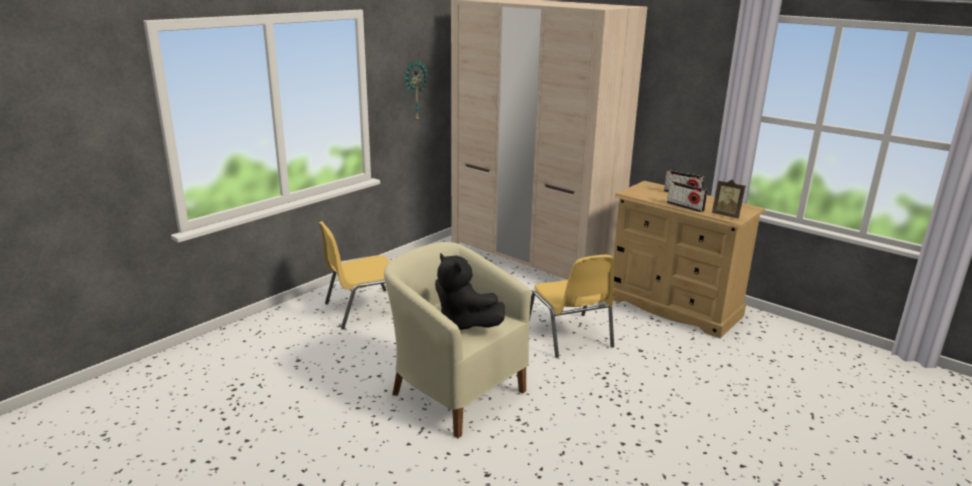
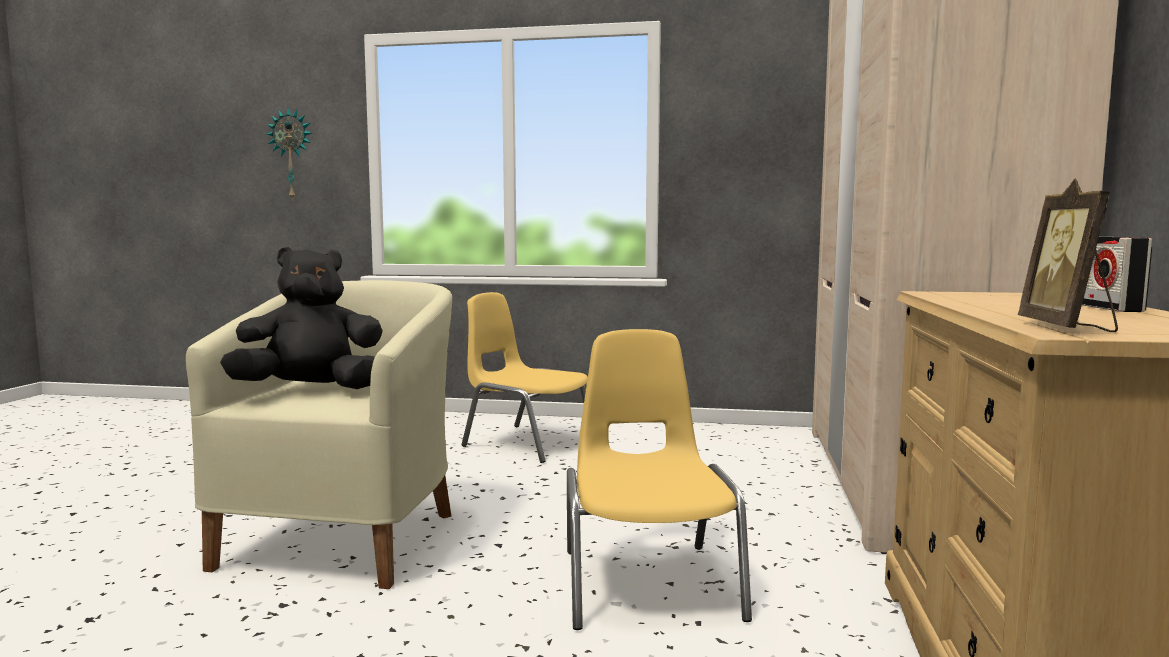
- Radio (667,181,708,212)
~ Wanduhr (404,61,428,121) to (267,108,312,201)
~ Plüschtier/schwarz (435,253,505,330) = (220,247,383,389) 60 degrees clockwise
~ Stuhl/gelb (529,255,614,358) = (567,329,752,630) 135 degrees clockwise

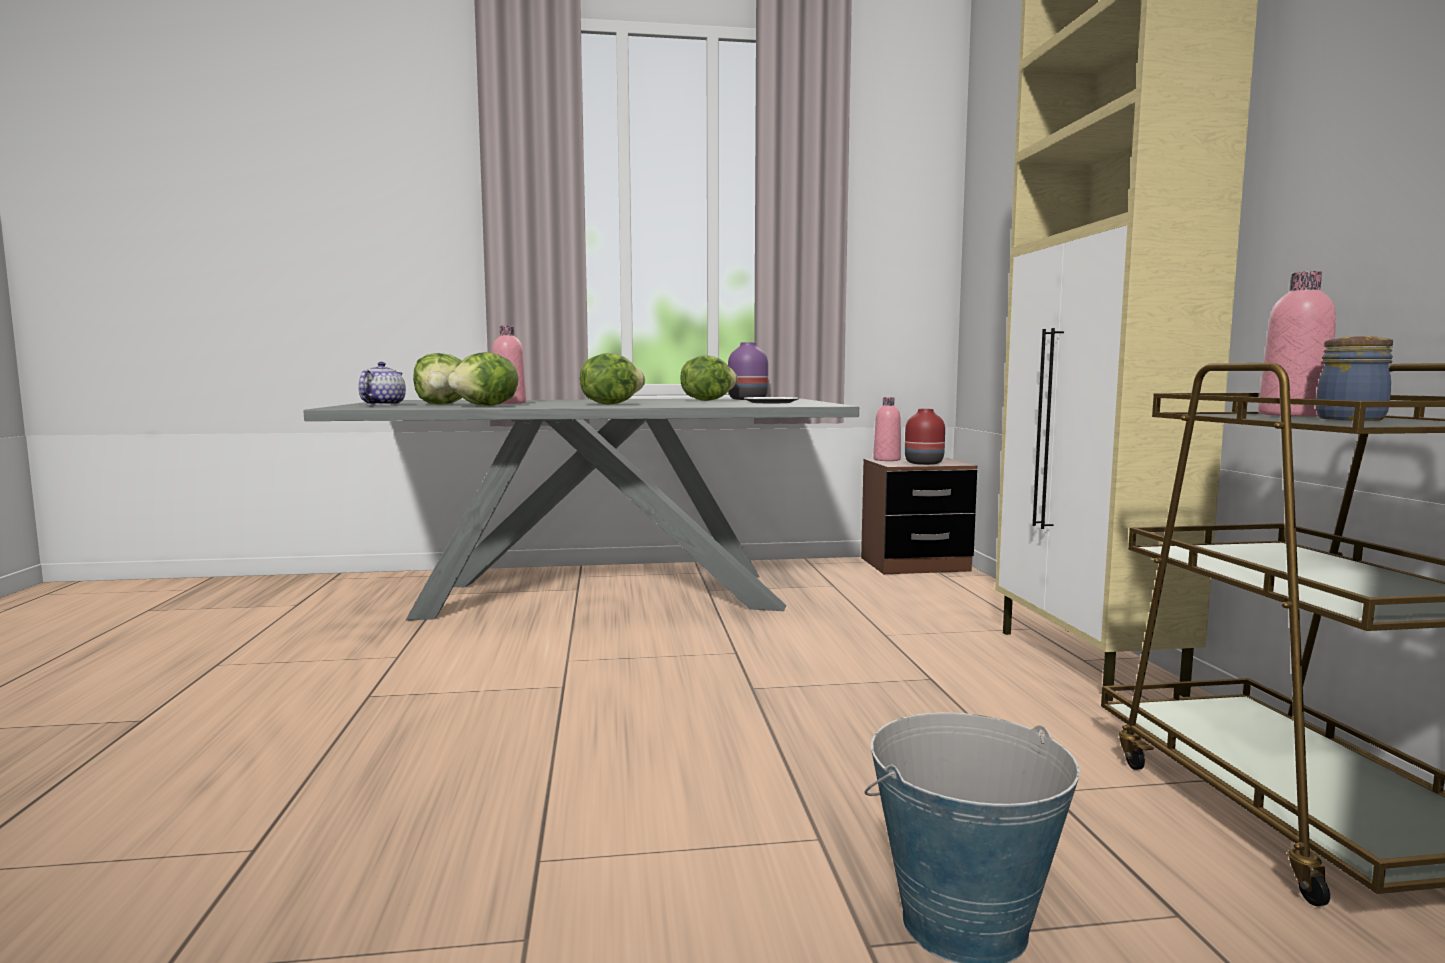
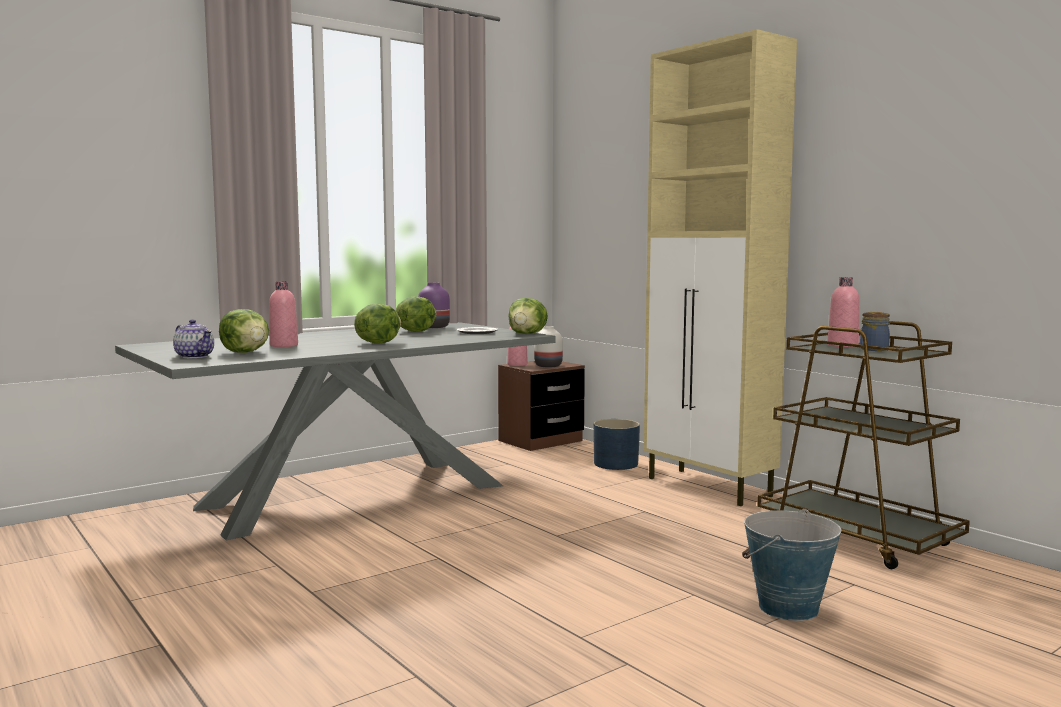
+ Pflanzkübel/blau (594,419,640,470)
~ Salatkopf (448,352,518,406) to (508,298,548,334)
~ Vase/rot (905,409,945,465) to Vase/weiß (534,326,563,367)
~ Teekanne (358,362,406,406) = (173,319,214,358) 150 degrees clockwise

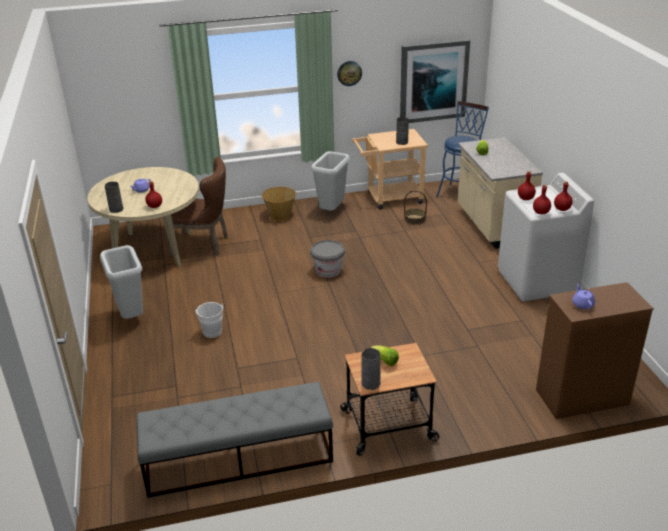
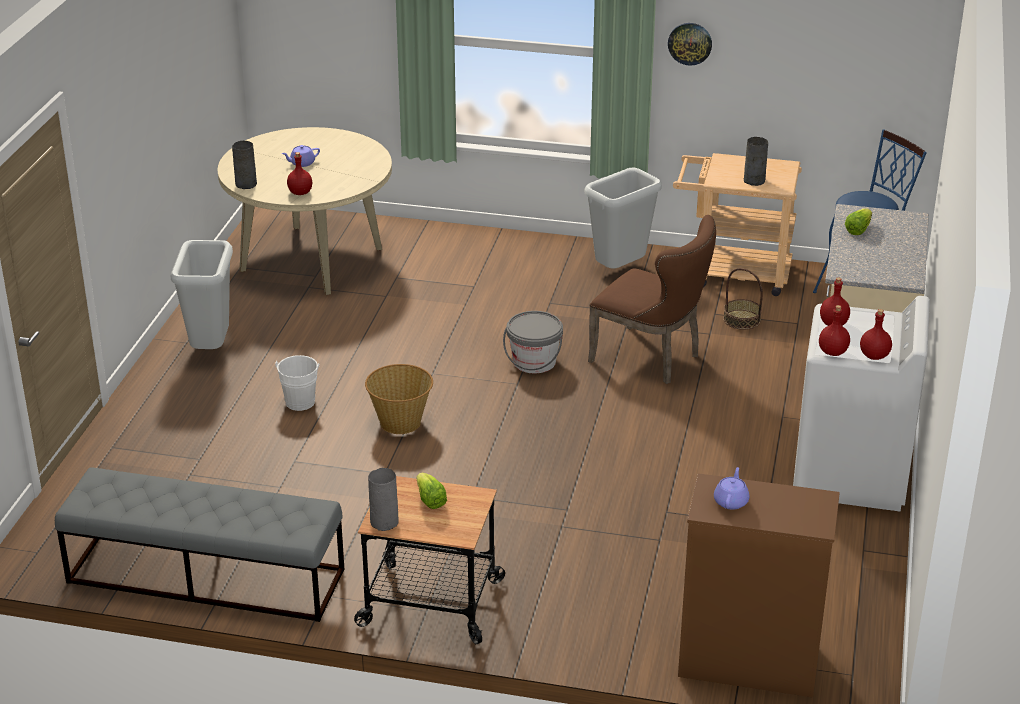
- Bild (400,39,470,123)
~ Stuhl/braun (164,157,227,256) to (588,215,716,384)
~ Korb (262,187,296,221) to (365,364,433,434)

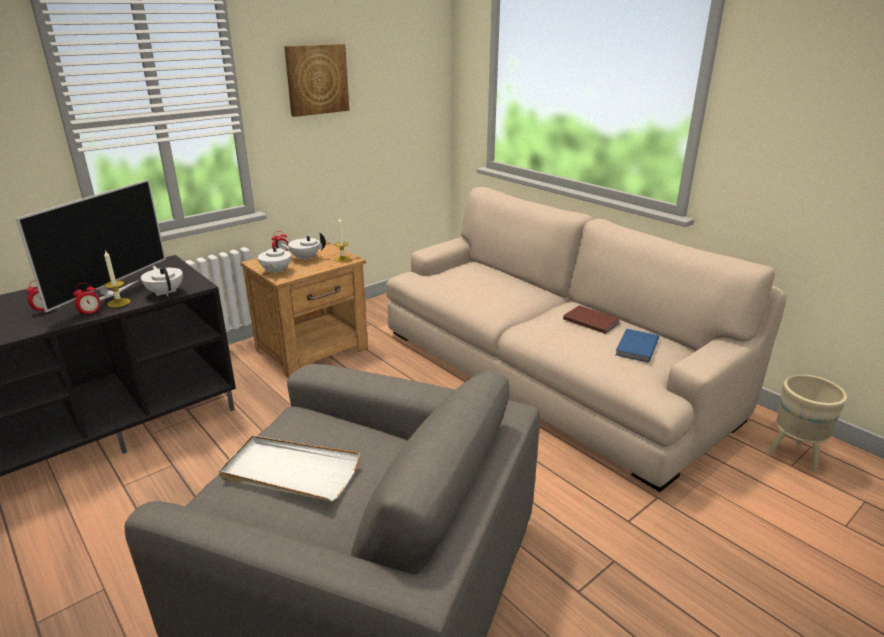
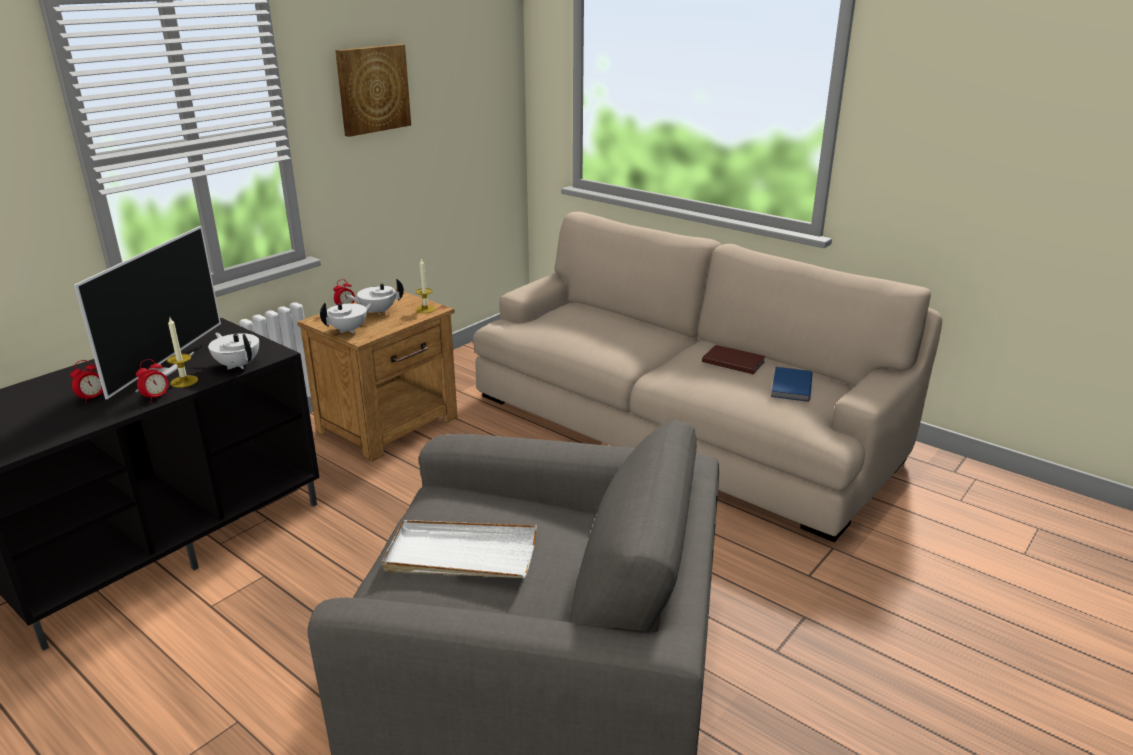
- Pflanzkübel/beige (767,374,847,472)
~ Teekanne/weiß (258,239,291,275) = (320,303,373,334) 120 degrees counterclockwise

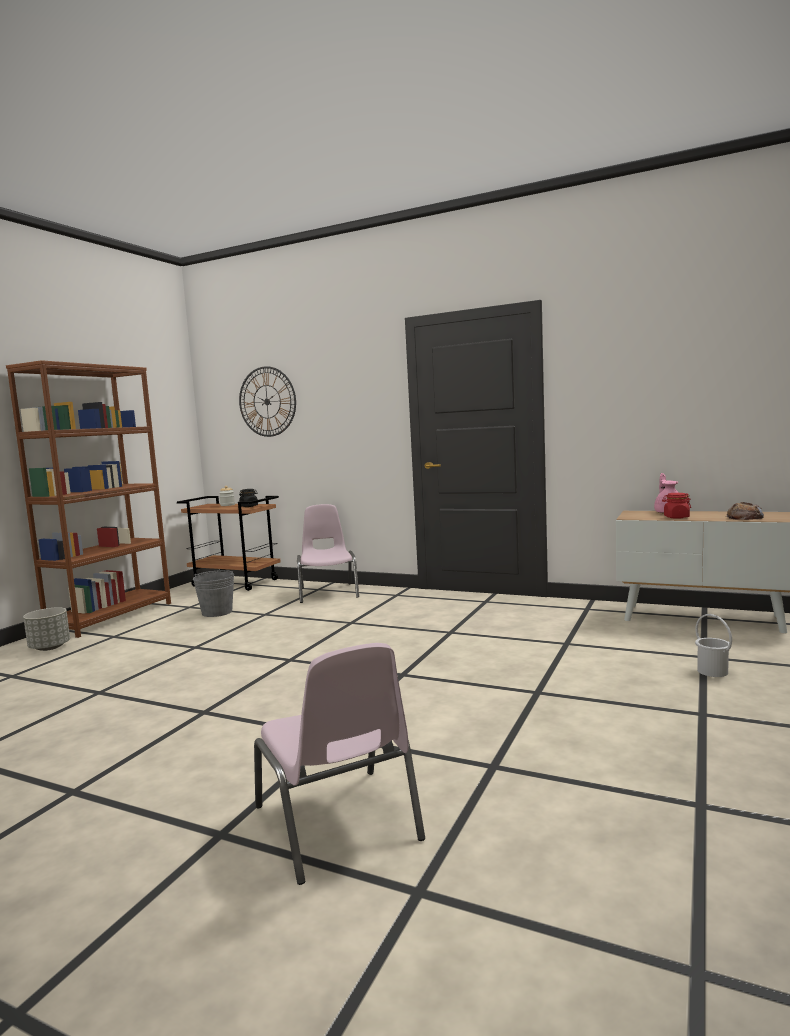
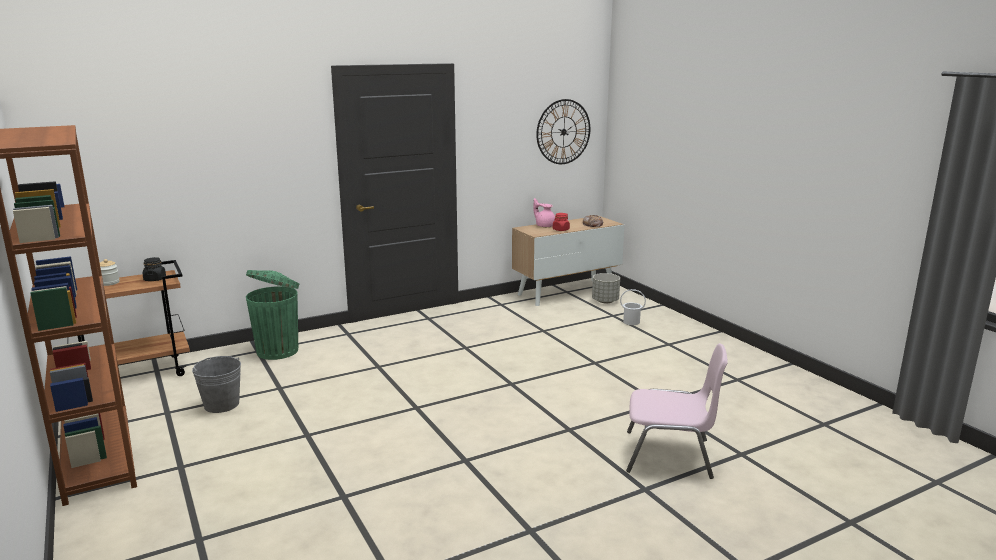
~ Pflanzkübel/grau (23,607,70,651) to (592,273,620,304)
~ Wanduhr (239,366,296,437) to (536,99,590,164)
~ Stuhl/rosa (297,504,359,603) to Mülleimer/grün (246,270,299,360)

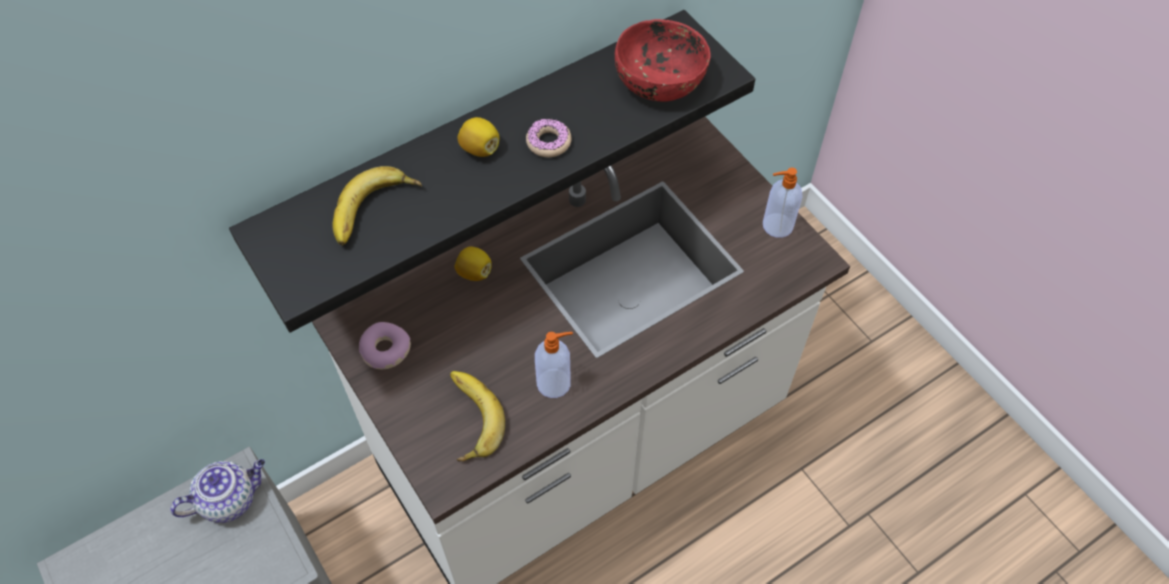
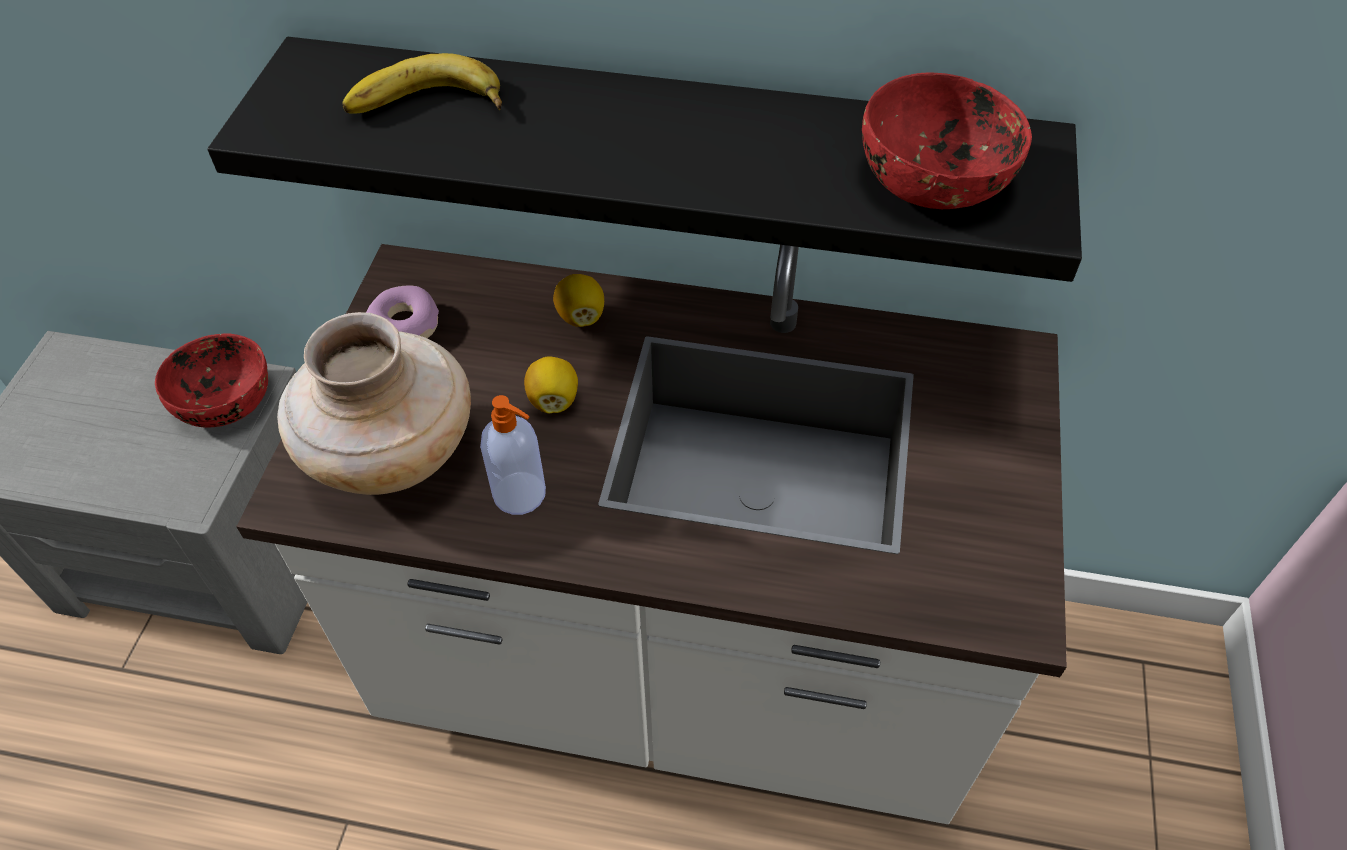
- Donut (526,118,571,157)
- Seifenspender (763,168,802,238)
~ Zitrone (458,117,499,157) to (524,357,578,414)
~ Teekanne (170,459,265,523) to Schüssel/rot (155,333,268,428)
~ Banane (450,371,505,462) to Vase/beige (277,312,471,495)

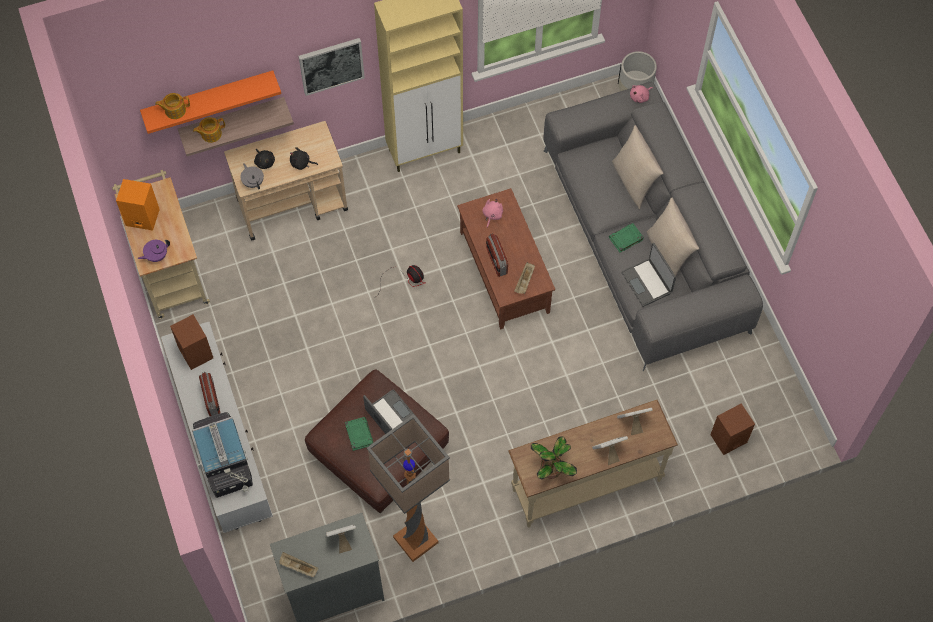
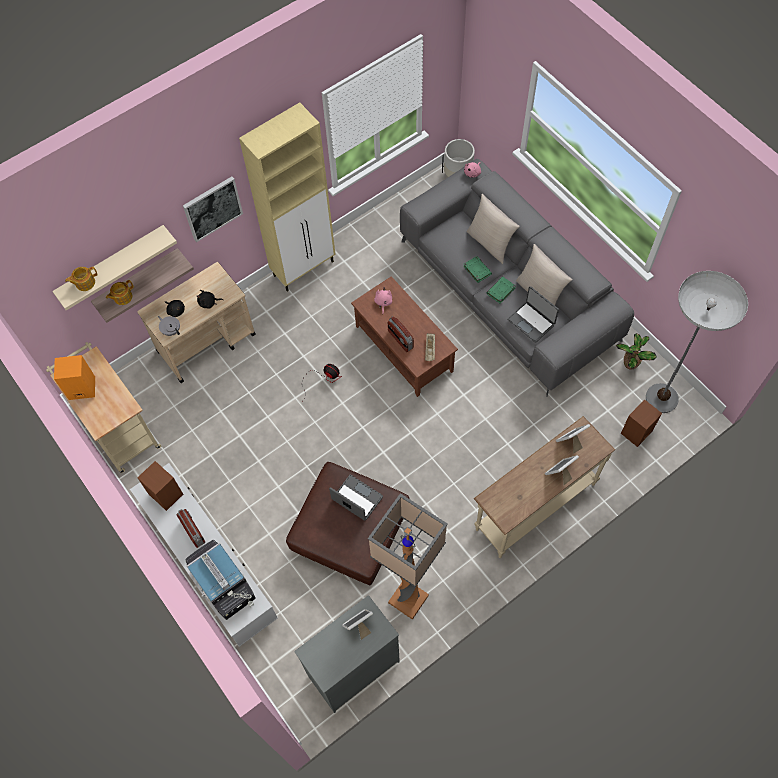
- Teekanne/lila (138,240,170,262)
- Tablett/beige (279,552,319,577)
+ Stehlampe (646,271,748,413)
~ Buch/grün (345,417,373,451) to (463,256,492,283)
~ Topfpflanze (531,436,577,480) to (616,333,657,370)
~ Wandregal/orange (140,71,281,134) to Wandregal/beige (52,225,177,310)

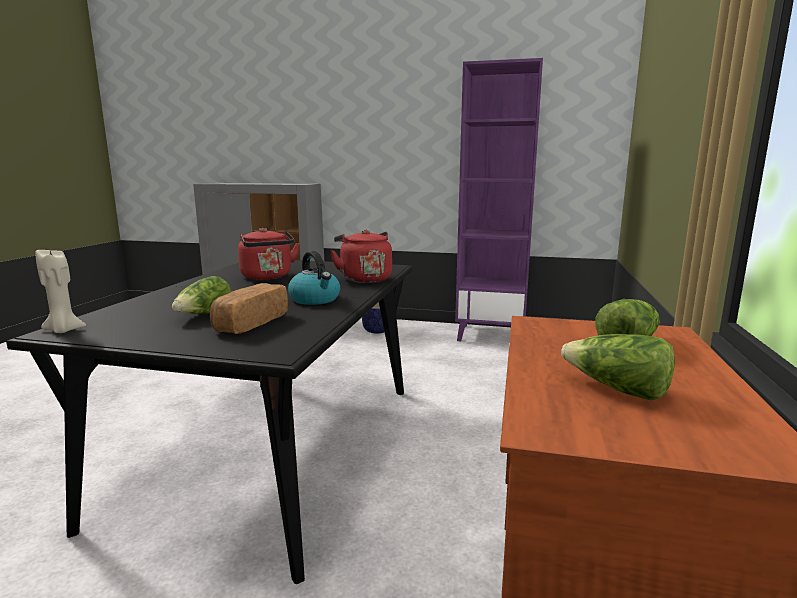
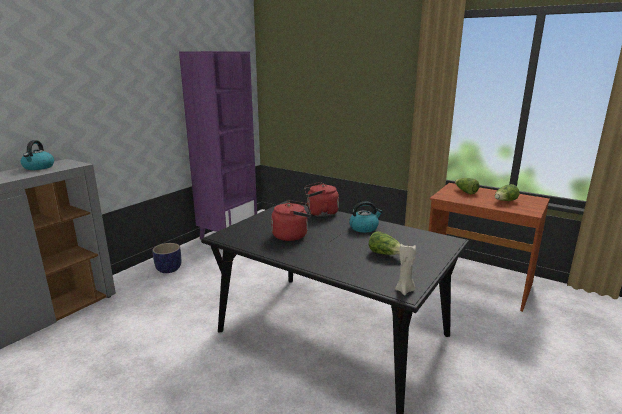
- Brot (210,283,288,334)
+ Wasserkessel (21,140,54,170)

